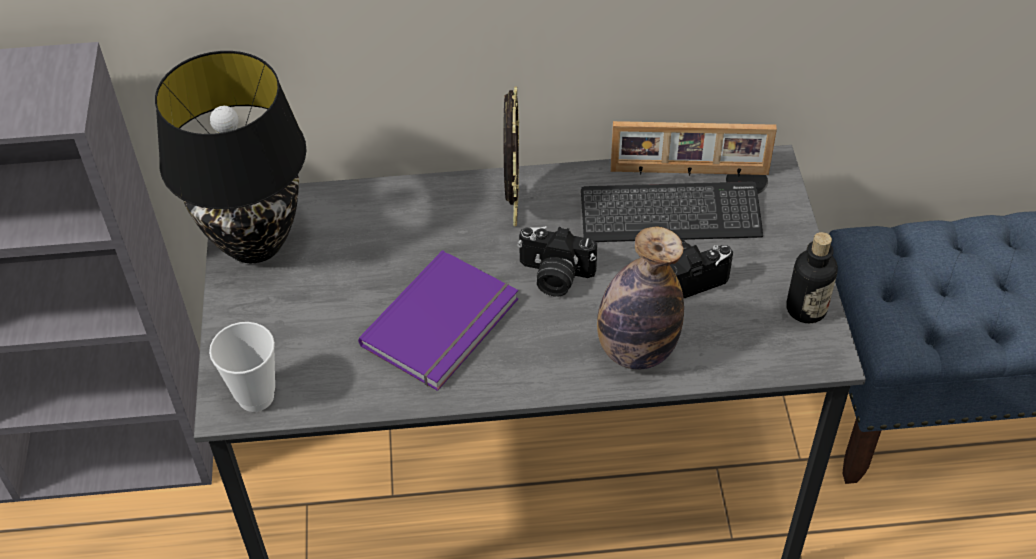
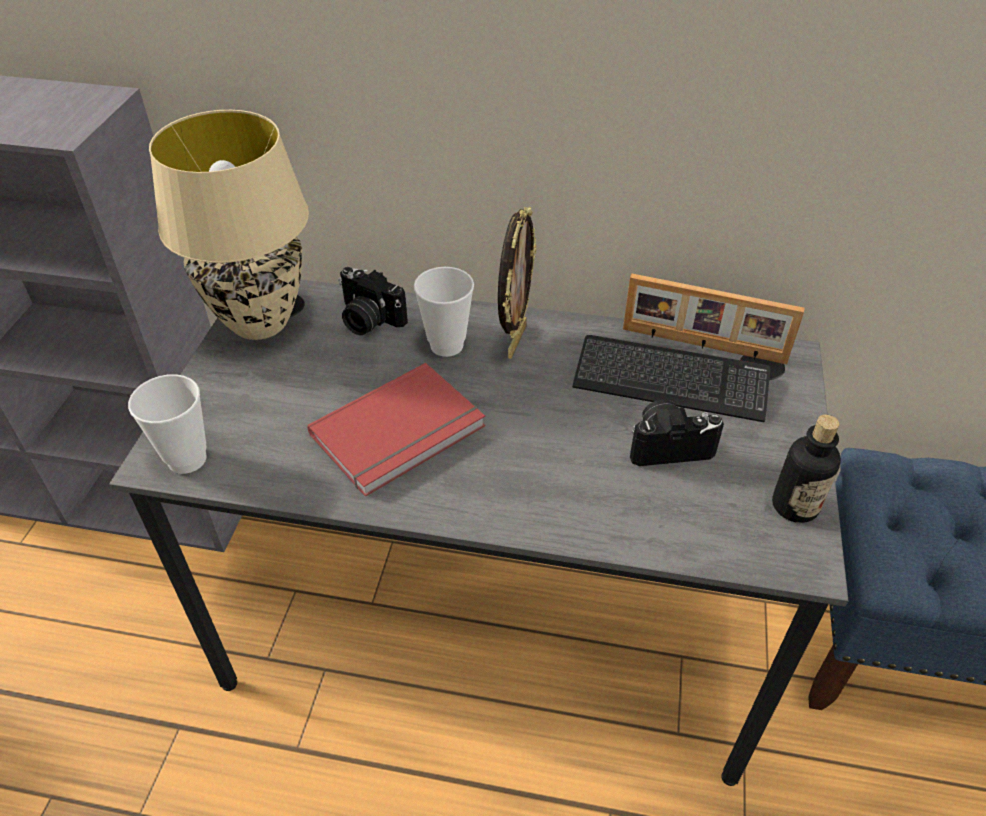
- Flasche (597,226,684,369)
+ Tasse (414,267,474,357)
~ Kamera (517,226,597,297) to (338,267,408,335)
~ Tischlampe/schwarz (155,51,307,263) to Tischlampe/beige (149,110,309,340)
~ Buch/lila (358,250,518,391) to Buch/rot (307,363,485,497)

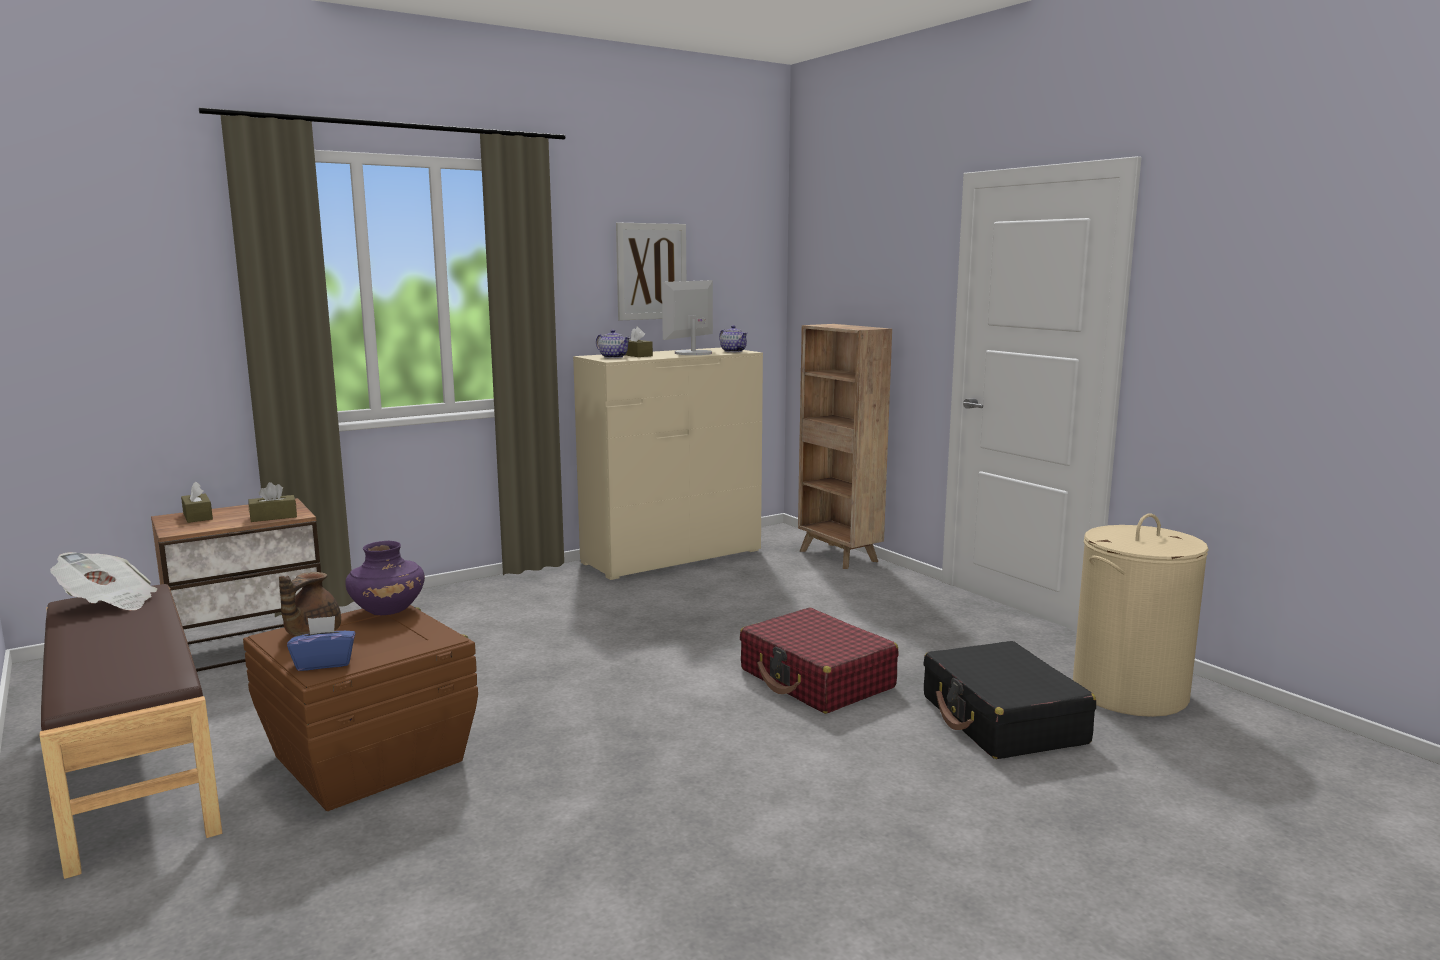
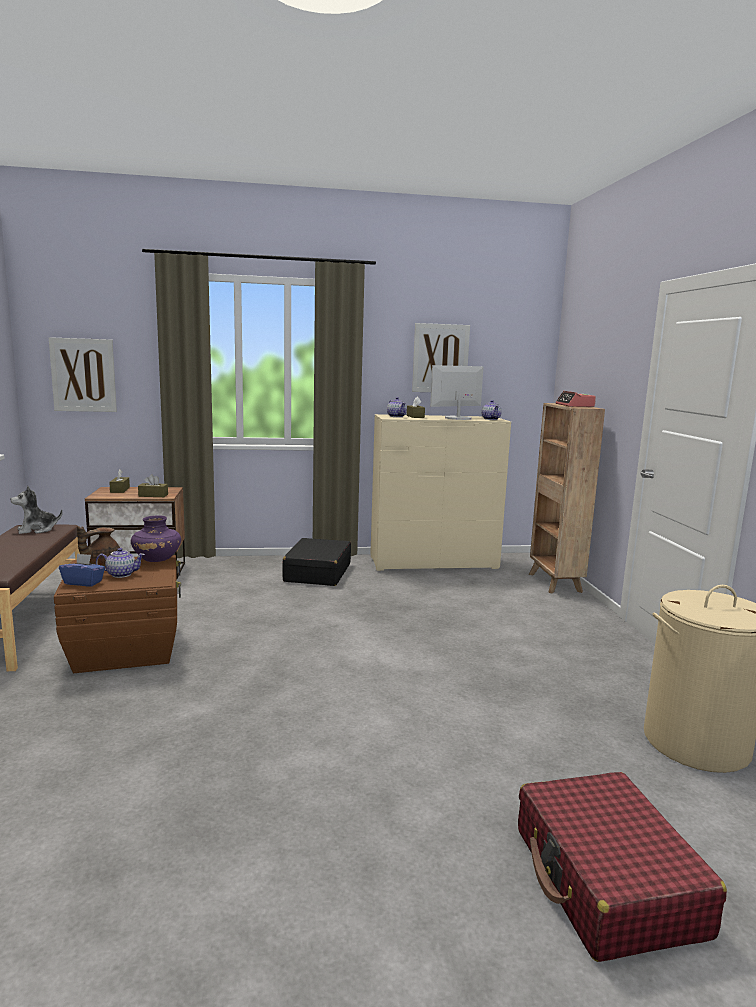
+ Bild (49,337,117,412)
+ Teekanne (96,548,145,578)
+ Wecker (556,391,596,407)
~ Koffer/rot (740,608,898,714) to (518,772,727,962)
~ Koffer/schwarz (923,641,1096,759) to (282,538,351,586)
~ Zeitung (50,552,157,610) to Plüschtier (10,486,62,534)

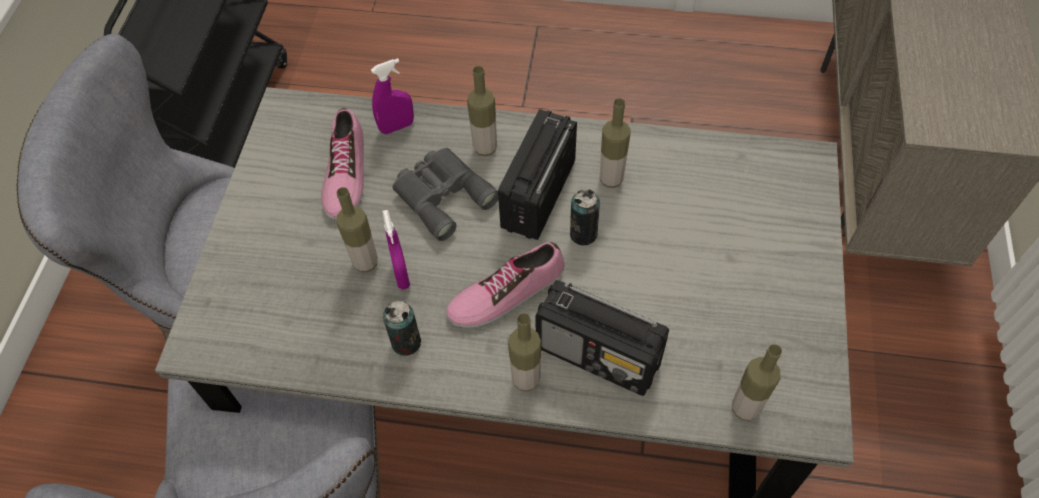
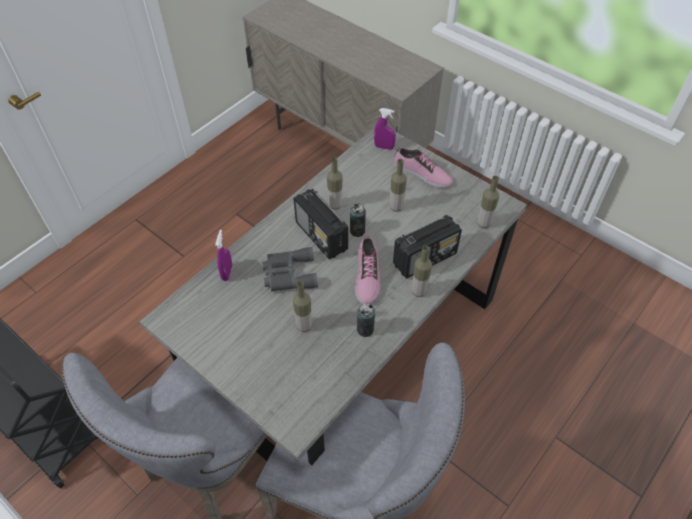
~ Schuh (321,108,364,220) to (394,147,453,188)
~ Sprühflasche/lila (382,210,410,290) to (374,108,396,150)
~ Flasche (467,66,497,156) to (390,159,407,212)

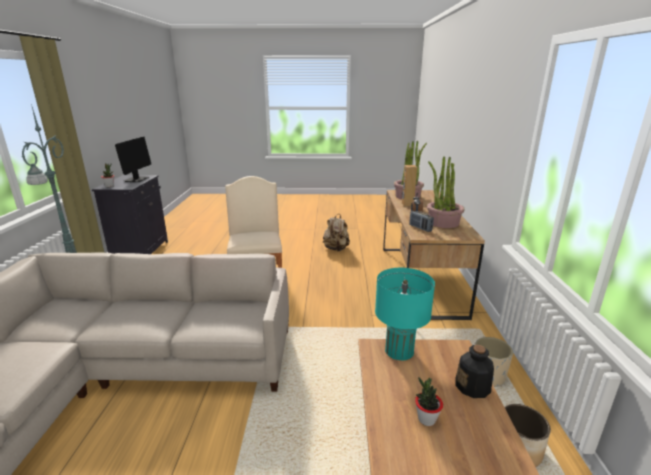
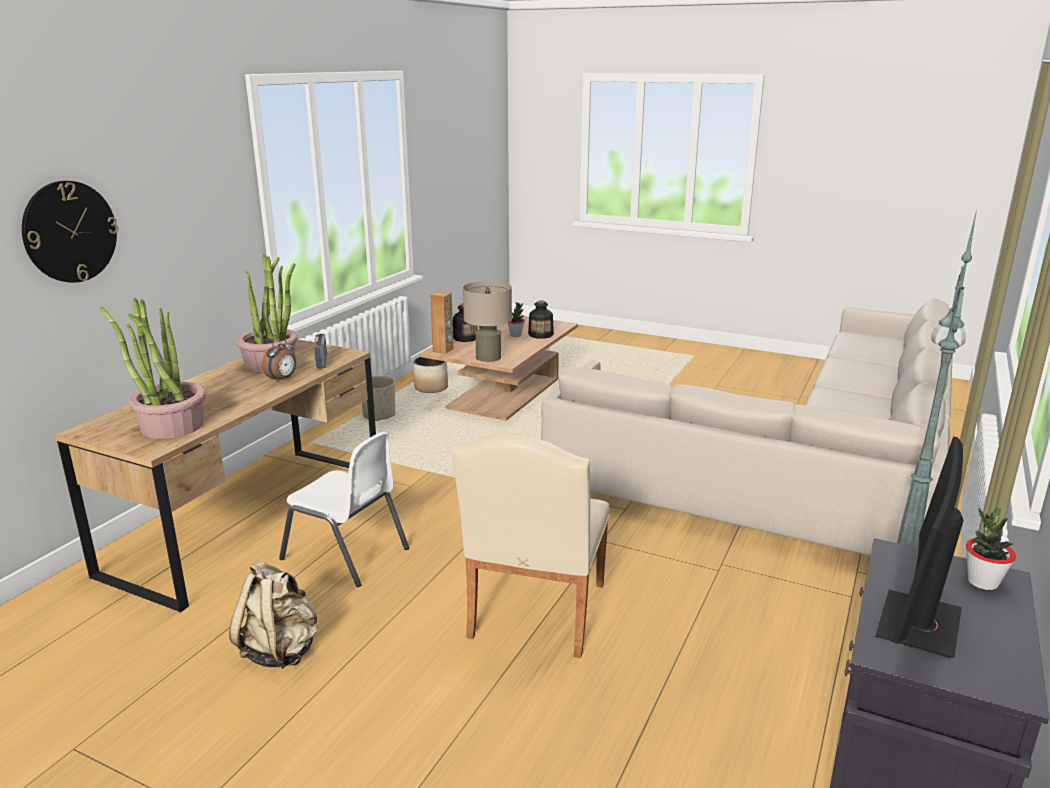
+ Wanduhr (22,181,118,283)
+ Stuhl/weiß (279,432,409,587)
+ Flasche (528,301,554,339)
~ Lautsprecher/braun (402,165,417,207) to (430,291,454,354)
~ Tischlampe/türkis (375,268,435,361) to Tischlampe/beige (463,281,512,362)

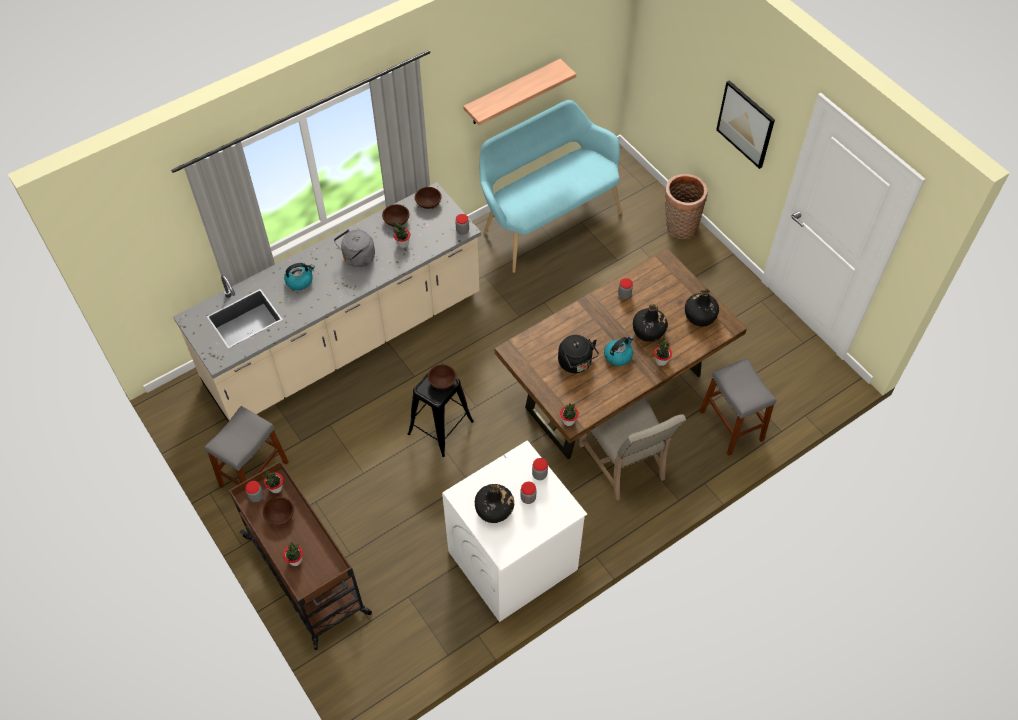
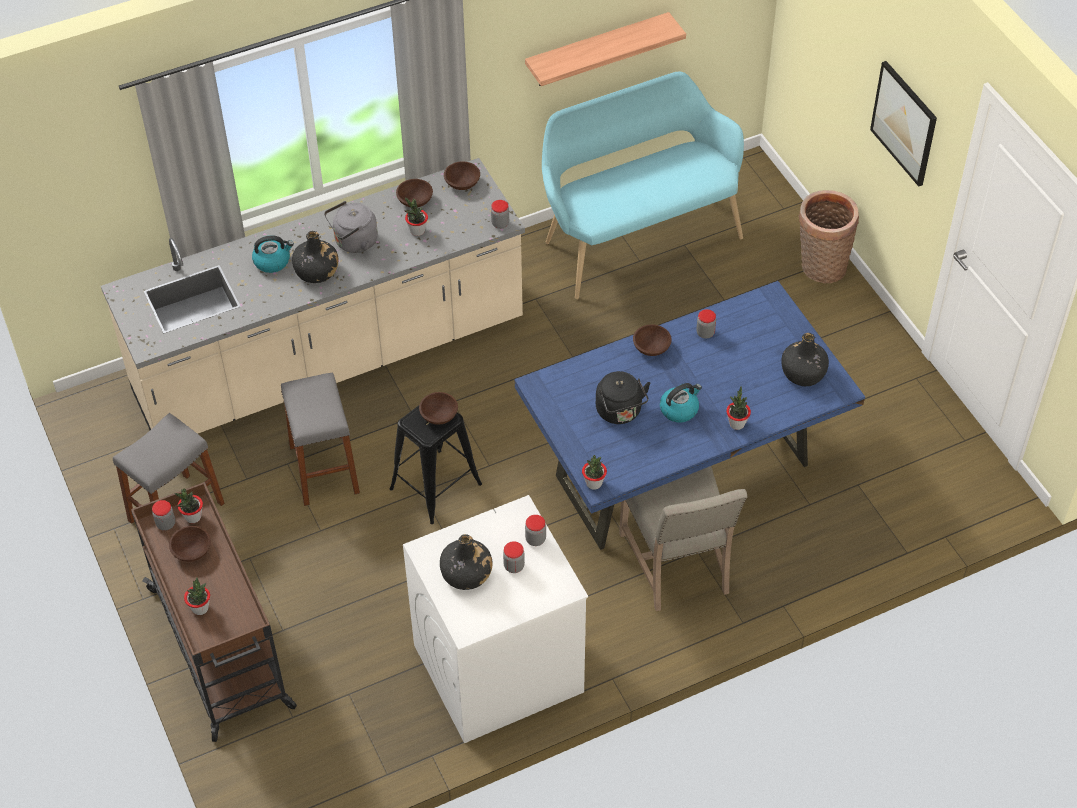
+ Schüssel/braun (633,324,672,356)
~ Flasche/schwarz (633,304,668,342) to (292,231,338,283)
~ Hocker/grau (700,358,777,456) to (281,372,360,506)
~ Esstisch/braun (494,248,747,459) to Esstisch/blau (514,281,865,550)

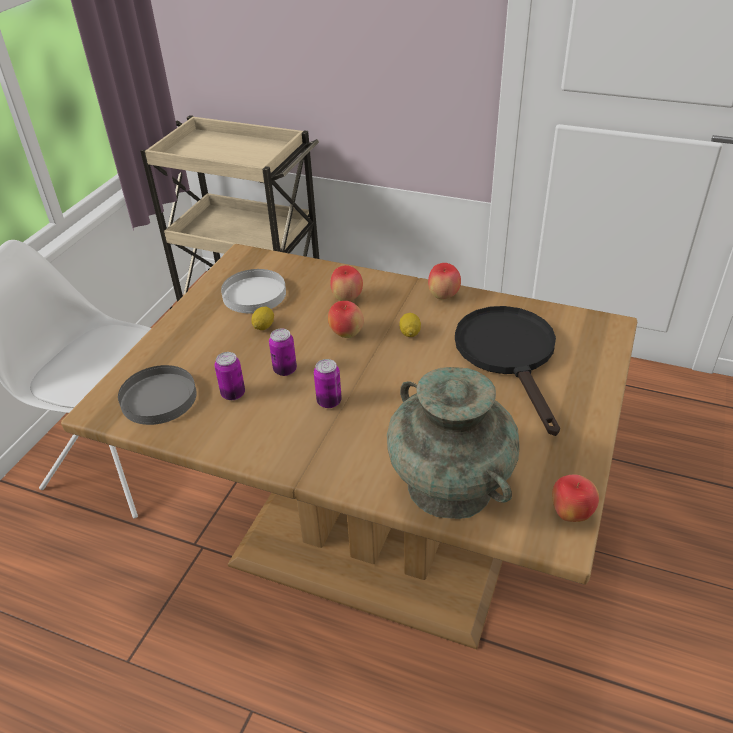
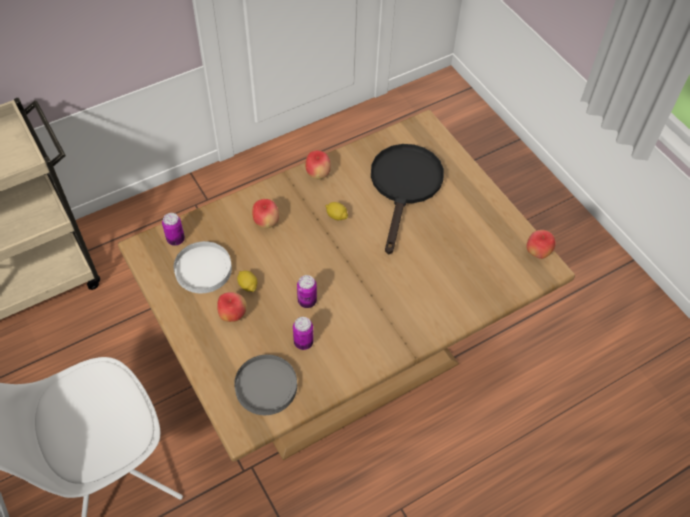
- Vase/türkis (387,367,520,519)
~ Dose (314,359,342,408) to (162,213,185,246)
~ Apfel (328,301,364,338) to (217,292,247,322)
~ Pfanne/schwarz (455,306,560,436) = (371,144,444,254) 75 degrees clockwise

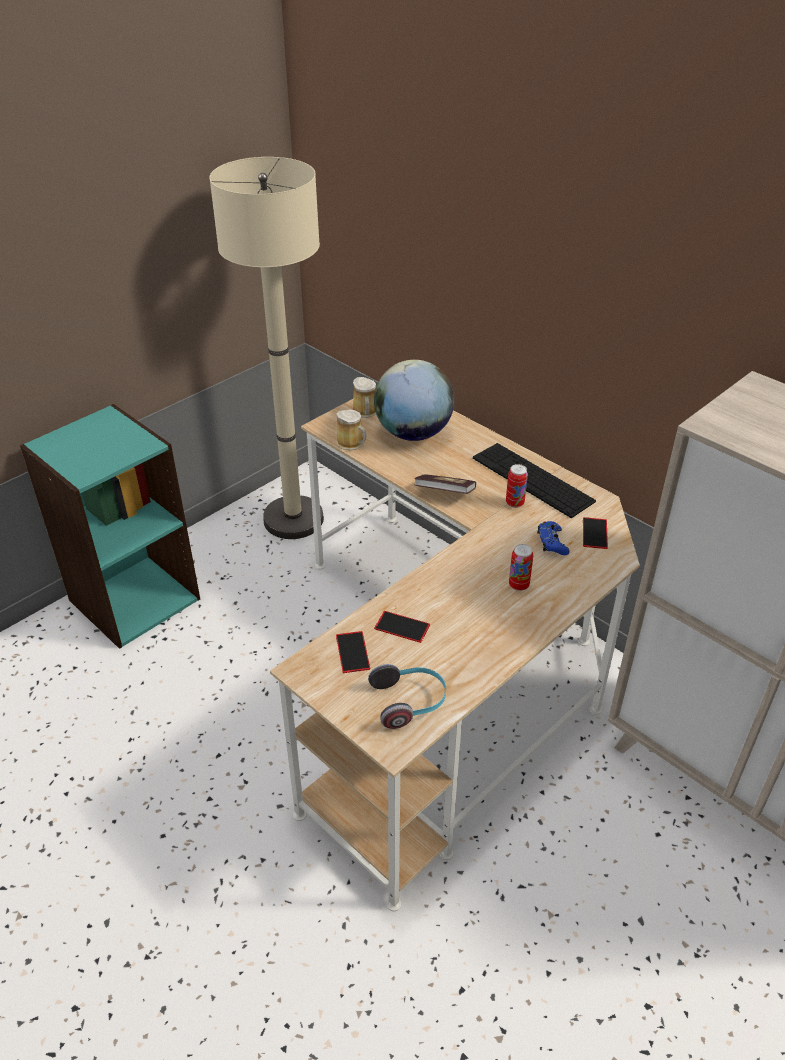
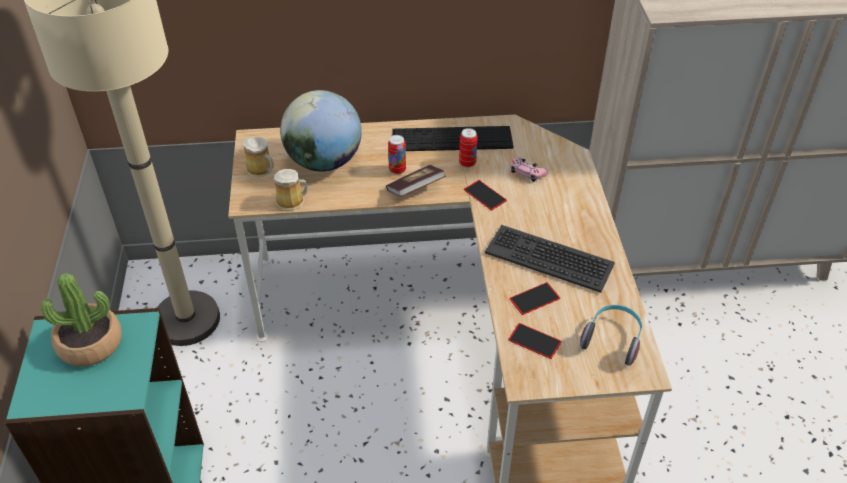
+ Topfpflanze (41,273,122,367)
+ Tastatur (484,225,615,293)
~ Dose (509,544,533,591) to (388,135,406,175)
~ Handy (583,517,608,549) to (464,180,507,210)
~ Gamepad/blau (537,521,570,555) to Gamepad/rosa (511,157,548,182)

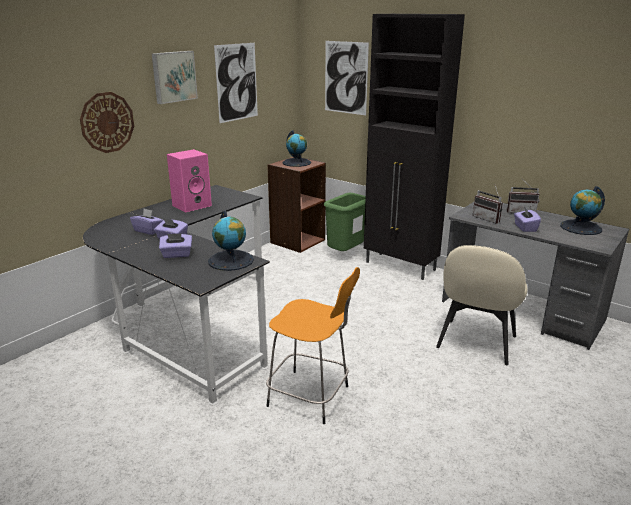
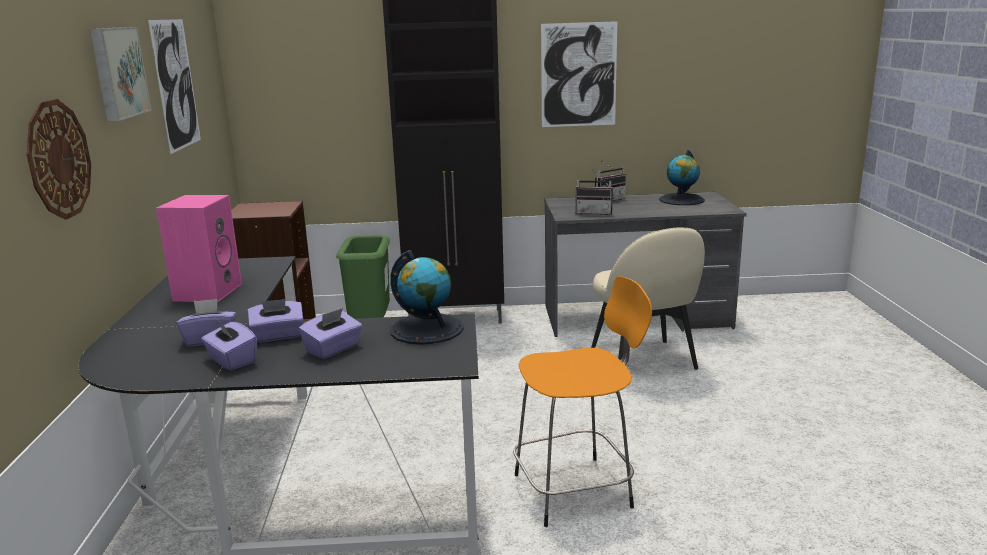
- Globus (283,130,311,167)
~ Bild (325,41,369,115) to (541,21,617,127)
~ Taschentuchbox/lila (514,207,541,232) to (201,319,257,371)

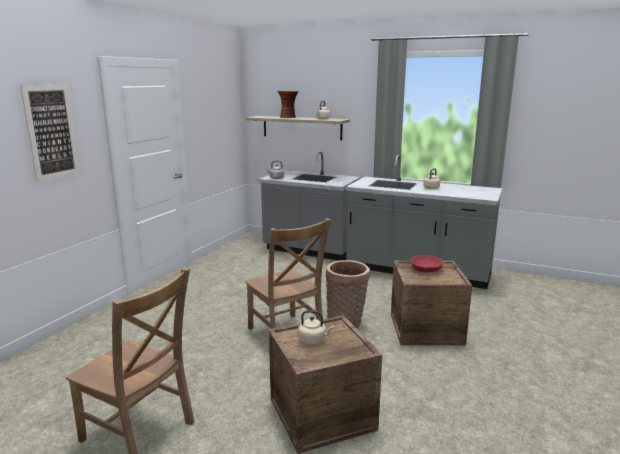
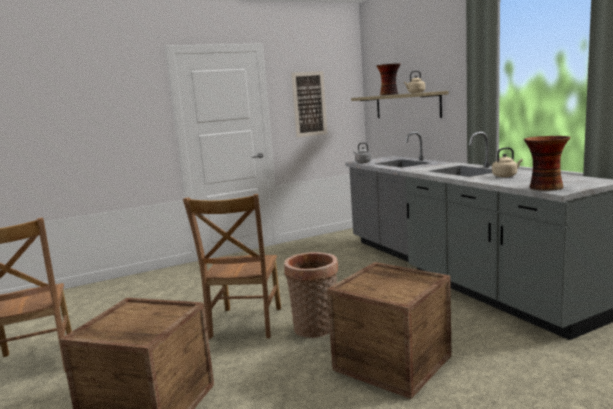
- Wasserkessel/beige (298,310,334,345)
- Schüssel/rot (410,255,444,272)
+ Vase (524,136,571,191)
~ Bild (20,85,80,182) to (291,71,327,137)

